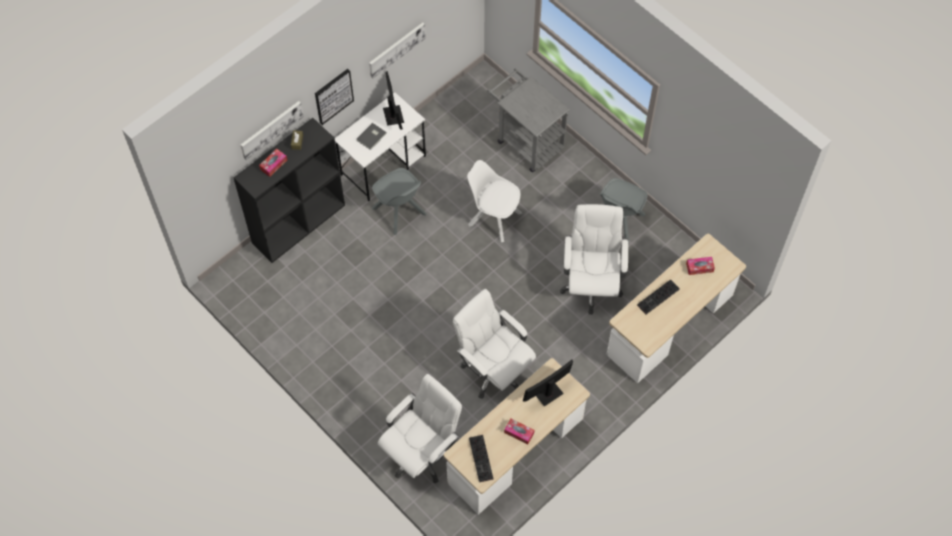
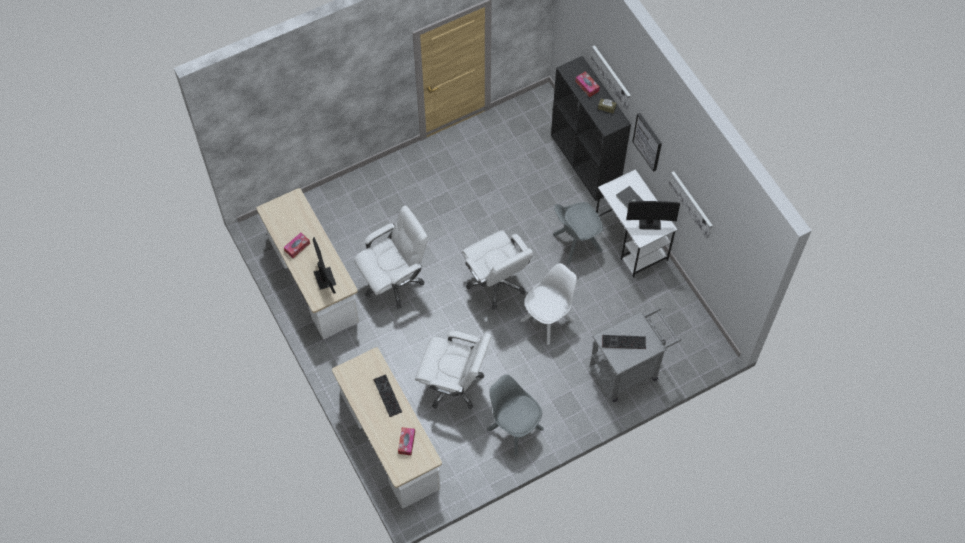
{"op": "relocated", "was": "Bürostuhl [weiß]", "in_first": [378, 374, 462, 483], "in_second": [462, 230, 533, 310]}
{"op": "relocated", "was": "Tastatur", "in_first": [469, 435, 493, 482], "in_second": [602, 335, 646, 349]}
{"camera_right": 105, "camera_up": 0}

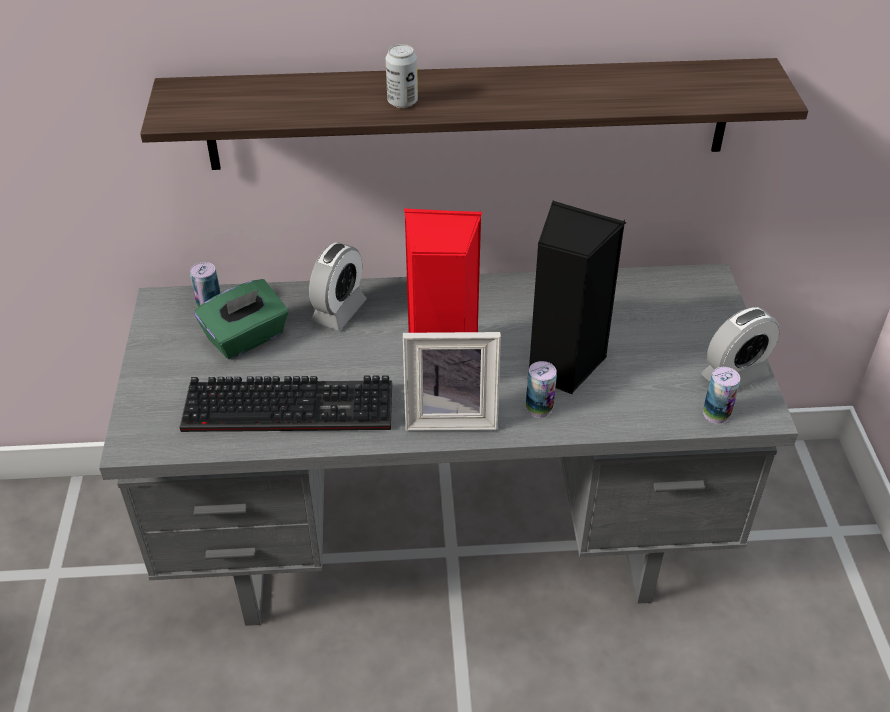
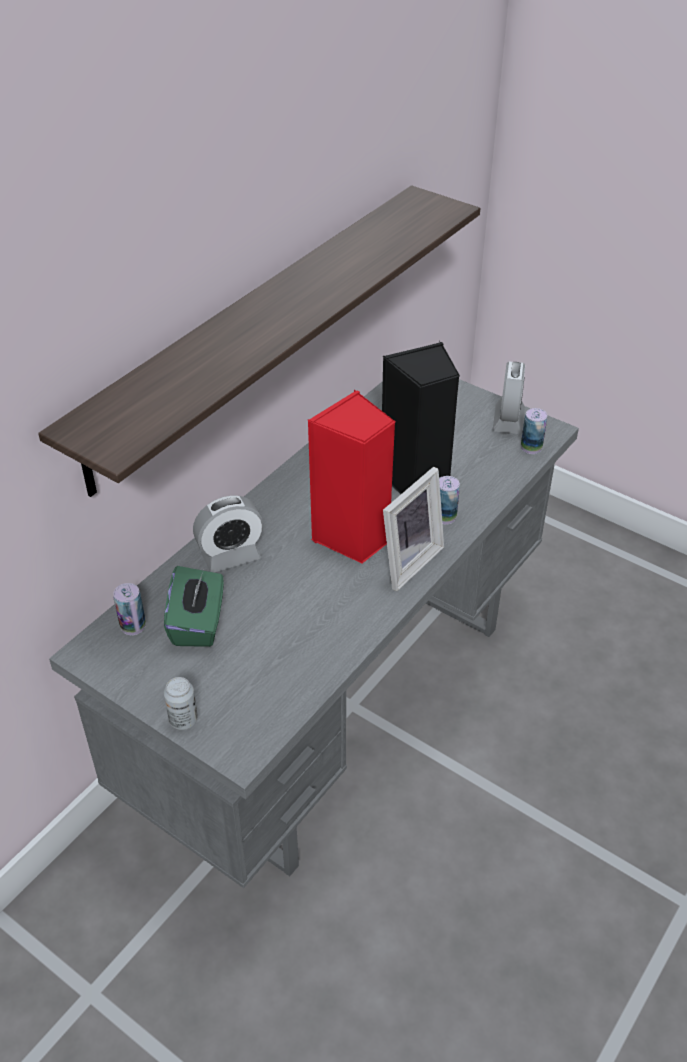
{"op": "missing", "was": "Tastatur", "in_first": [179, 375, 392, 432]}
{"op": "relocated", "was": "Dose", "in_first": [386, 44, 418, 108], "in_second": [164, 677, 198, 730]}
{"op": "spun", "was": "Wecker", "in_first": [309, 242, 367, 330], "in_second": [193, 495, 263, 573], "clockwise": 90}
{"camera_right": -50, "camera_up": 0}

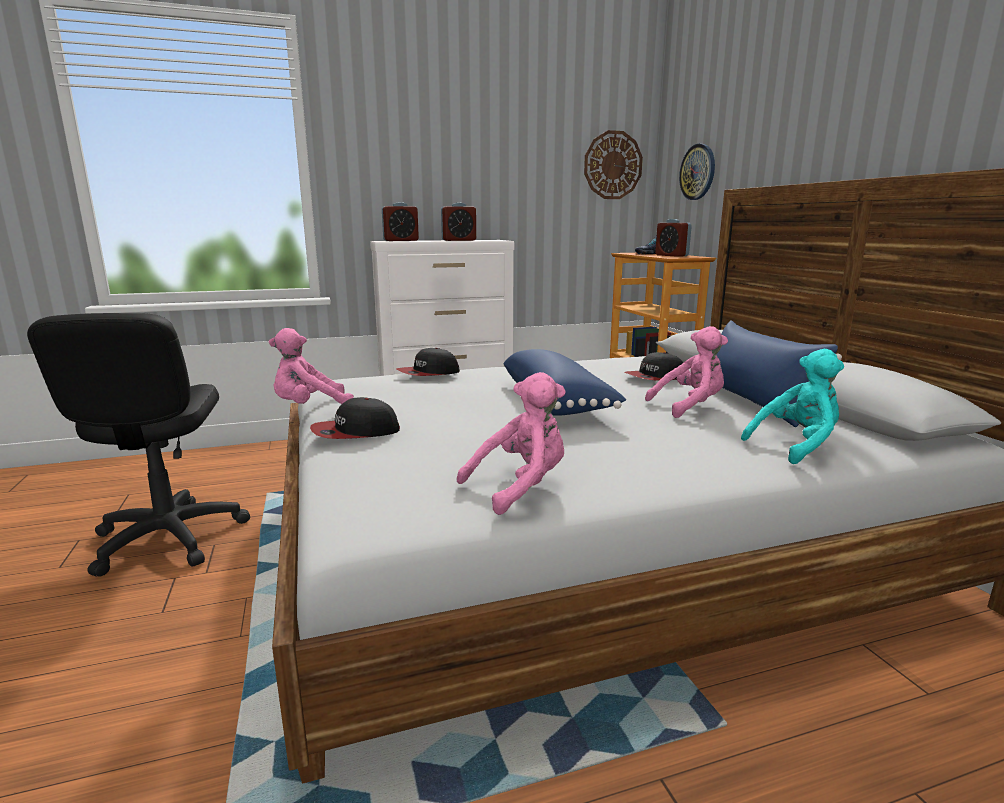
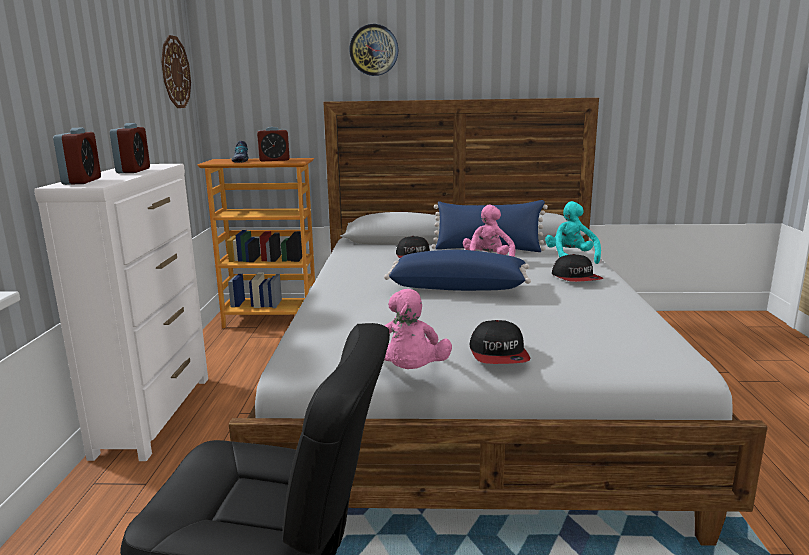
{"op": "missing", "was": "Plüschtier [rosa]", "in_first": [457, 372, 566, 515]}
{"op": "relocated", "was": "Kappe", "in_first": [397, 348, 460, 376], "in_second": [552, 254, 604, 282]}
{"op": "relocated", "was": "Wanduhr", "in_first": [679, 144, 715, 200], "in_second": [349, 24, 398, 76]}
{"camera_right": -70, "camera_up": 0}

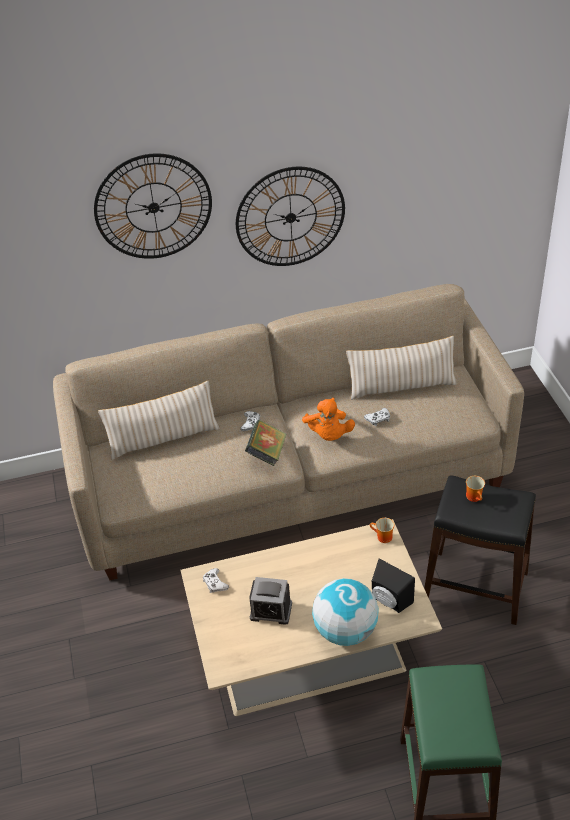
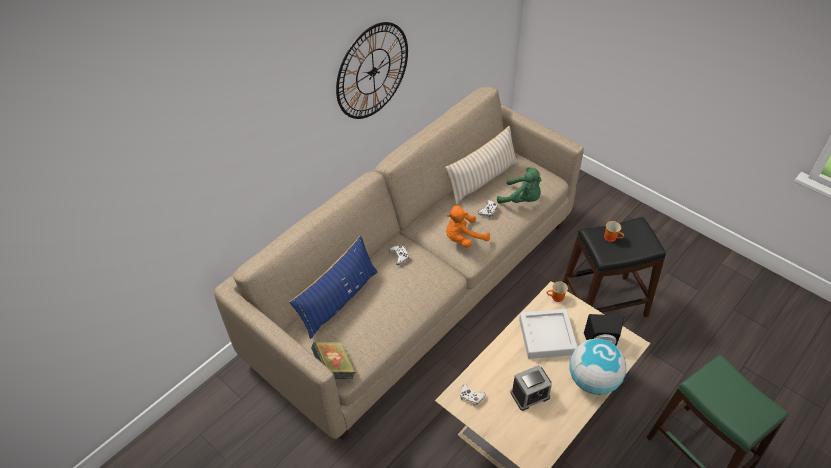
{"op": "missing", "was": "Wanduhr", "in_first": [94, 153, 212, 259]}
{"op": "appeared", "now": "Plüschtier [grün]", "in_second": [497, 167, 541, 203]}
{"op": "appeared", "now": "Tablett [grau]", "in_second": [519, 309, 577, 359]}
{"op": "relocated", "was": "Buch", "in_first": [245, 420, 286, 466], "in_second": [311, 342, 356, 379]}
{"op": "colour", "was": "Kissen [beige]", "now": "Kissen [blau]", "in_first": [98, 381, 220, 460], "in_second": [290, 235, 377, 339]}
{"op": "spun", "was": "Plüschtier [orange]", "in_first": [302, 398, 355, 441], "in_second": [446, 205, 490, 248], "clockwise": 105}
{"camera_right": -35, "camera_up": 5}

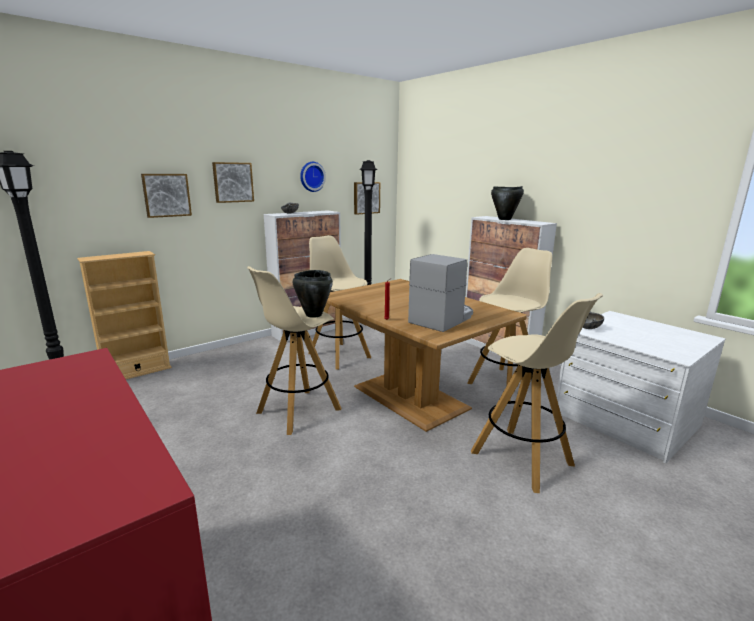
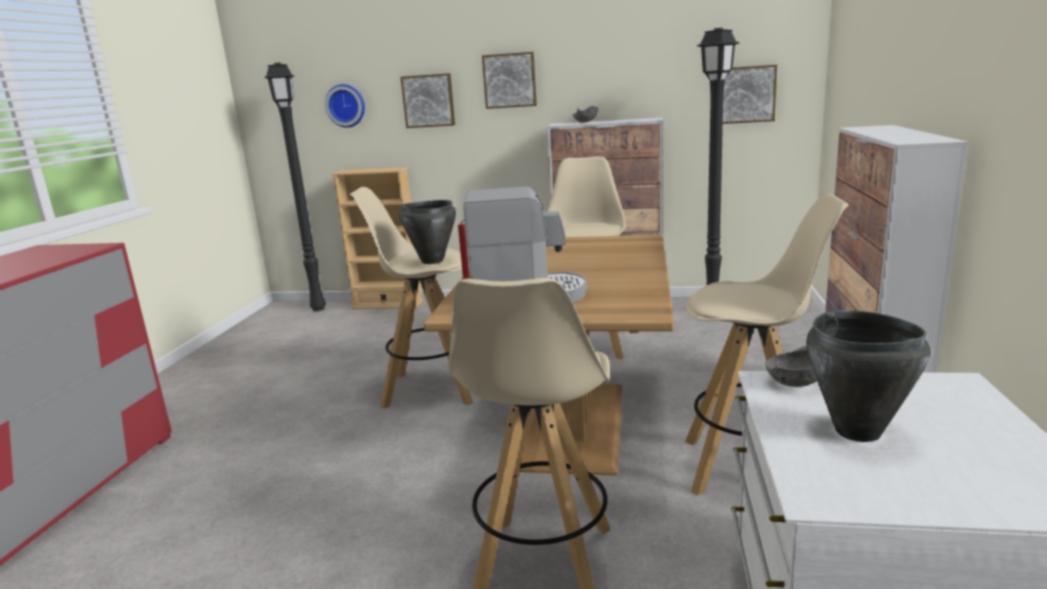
{"op": "relocated", "was": "Wanduhr", "in_first": [300, 162, 326, 192], "in_second": [325, 84, 365, 128]}
{"op": "relocated", "was": "Kochtopf [schwarz]", "in_first": [491, 186, 524, 220], "in_second": [806, 310, 931, 442]}
{"camera_right": 50, "camera_up": 0}

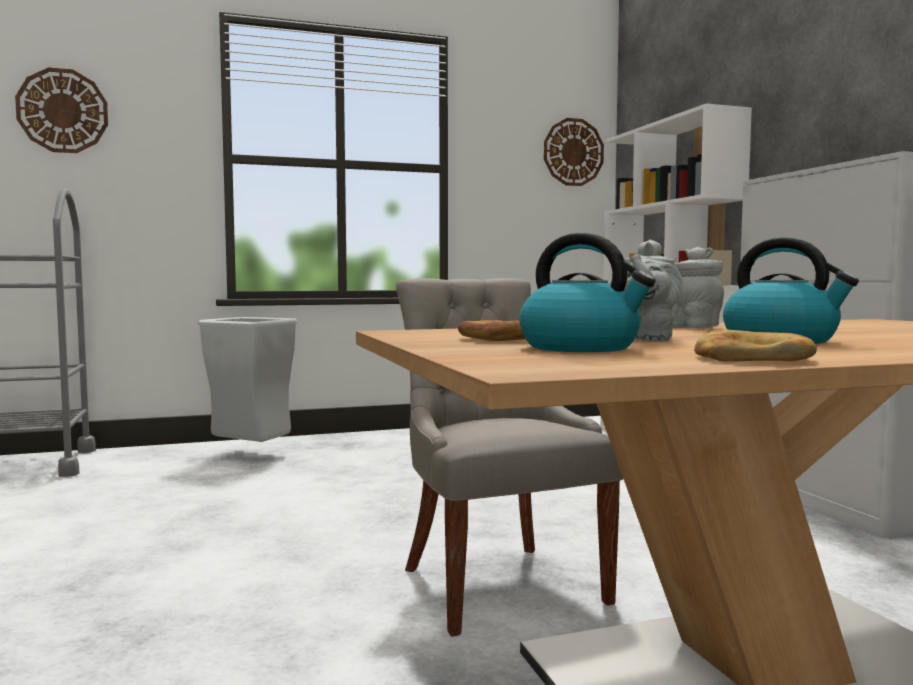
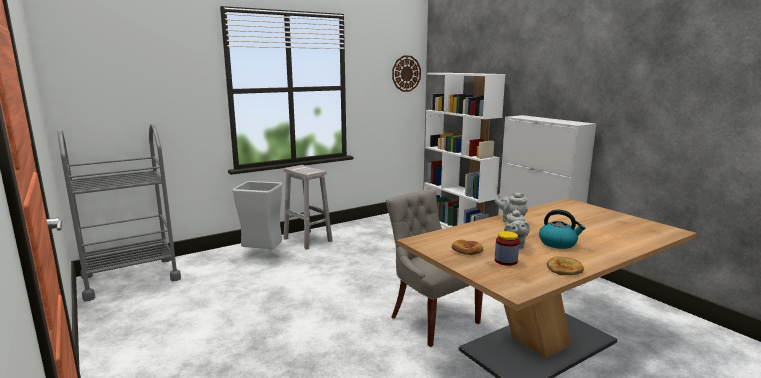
{"op": "missing", "was": "Wanduhr", "in_first": [15, 67, 108, 153]}
{"op": "appeared", "now": "Hocker [weiß]", "in_second": [284, 165, 332, 250]}
{"op": "exchanged", "was": "Wasserkessel", "now": "Vorratsglas", "in_first": [519, 233, 655, 352], "in_second": [495, 231, 519, 266]}
{"camera_right": -15, "camera_up": 10}

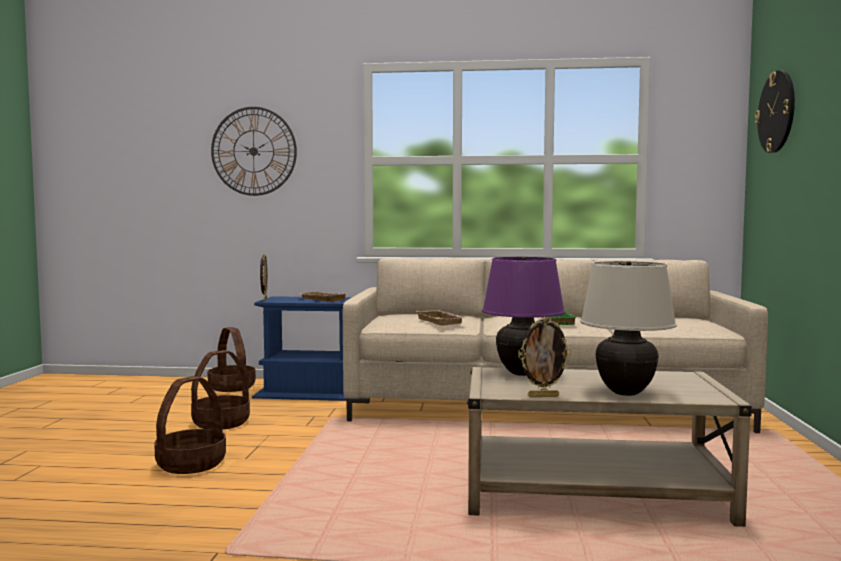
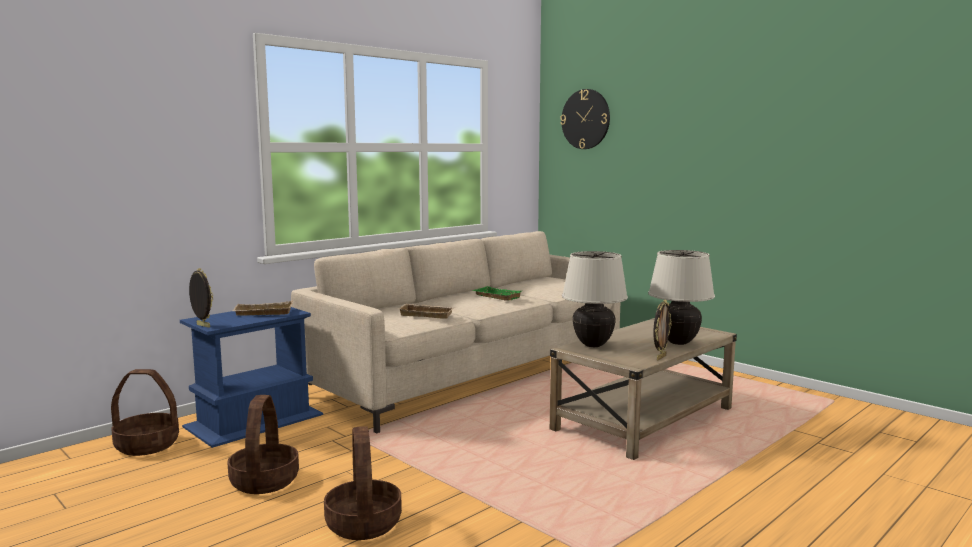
{"op": "missing", "was": "Wanduhr", "in_first": [211, 107, 297, 196]}
{"op": "colour", "was": "Tischlampe [lila]", "now": "Tischlampe [beige]", "in_first": [482, 256, 565, 376], "in_second": [562, 251, 628, 347]}
{"camera_right": -50, "camera_up": 5}

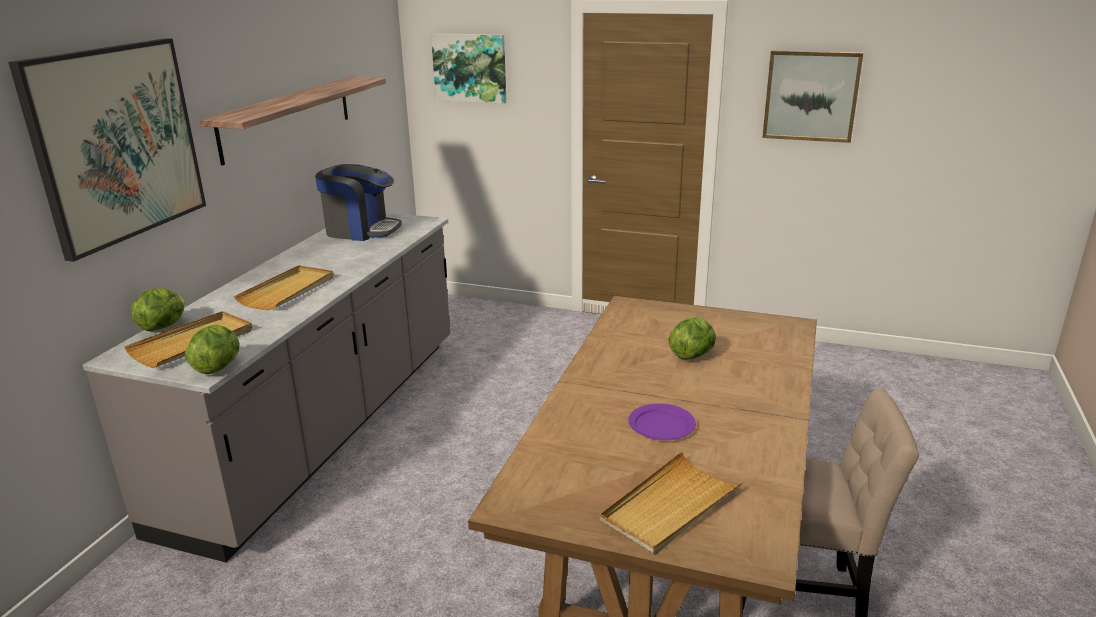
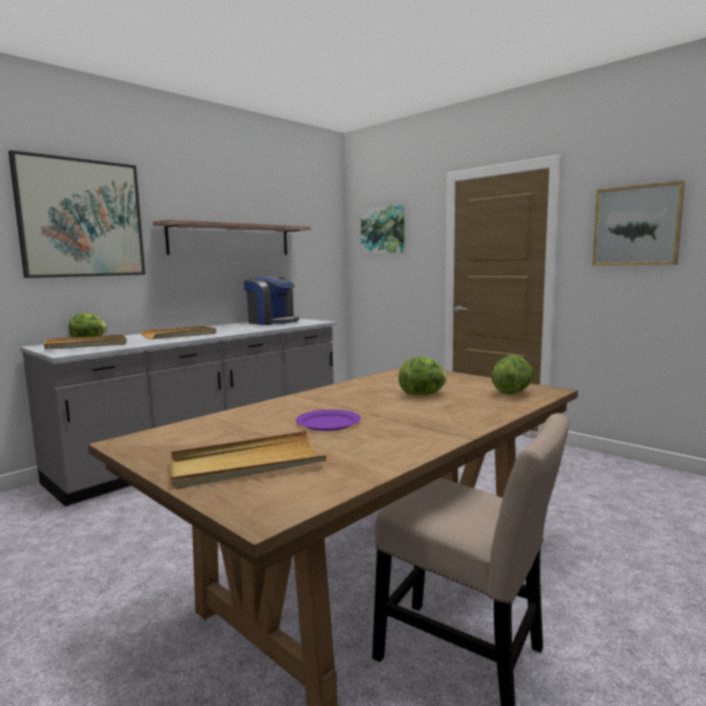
{"op": "relocated", "was": "Salatkopf", "in_first": [185, 325, 240, 374], "in_second": [491, 355, 533, 394]}
{"camera_right": 25, "camera_up": -15}

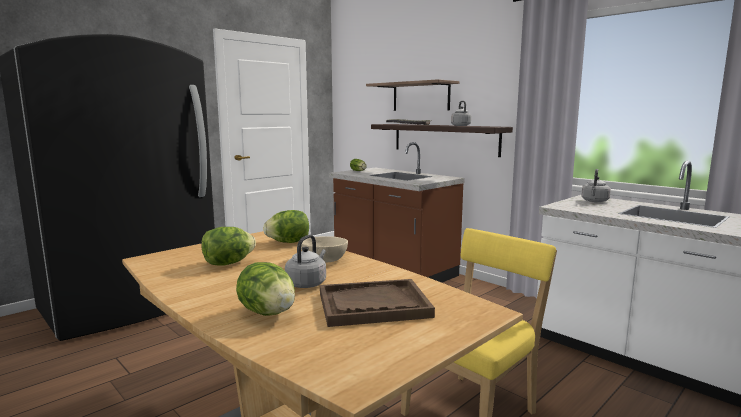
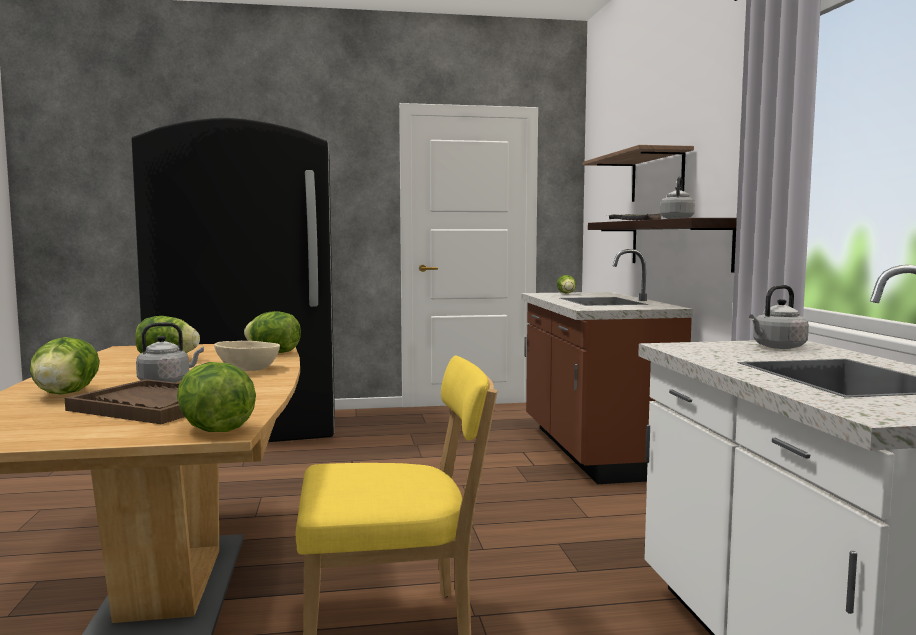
{"op": "appeared", "now": "Salatkopf", "in_second": [177, 362, 256, 432]}
{"camera_right": 35, "camera_up": -5}

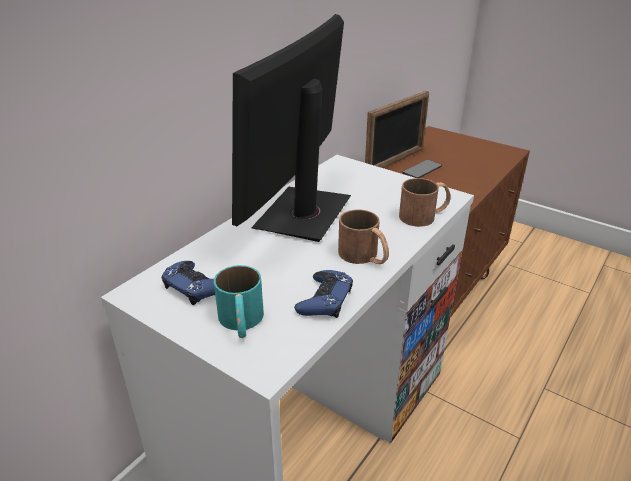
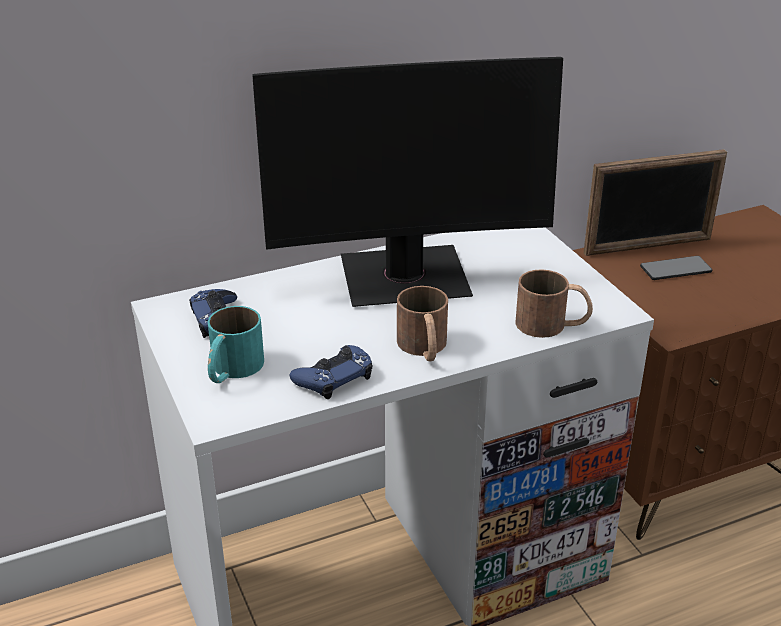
{"op": "spun", "was": "Monitor", "in_first": [232, 14, 351, 242], "in_second": [252, 57, 563, 307], "clockwise": -150}
{"camera_right": 30, "camera_up": 0}

